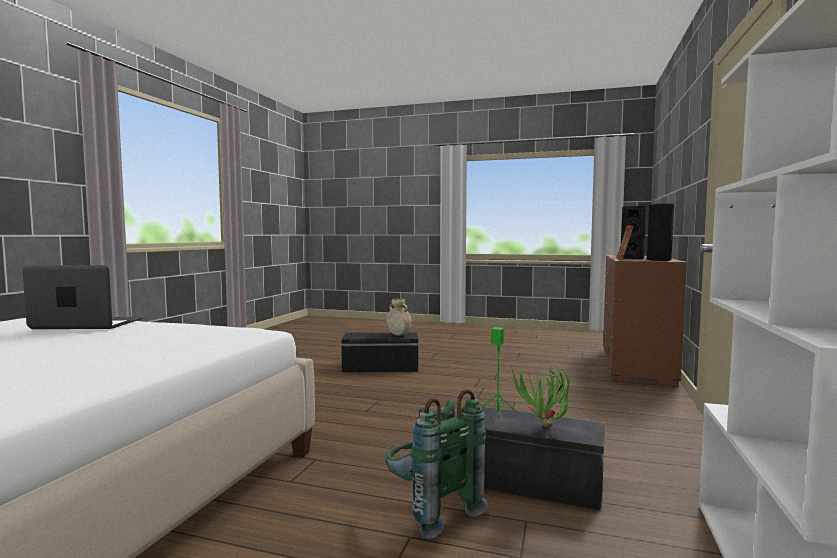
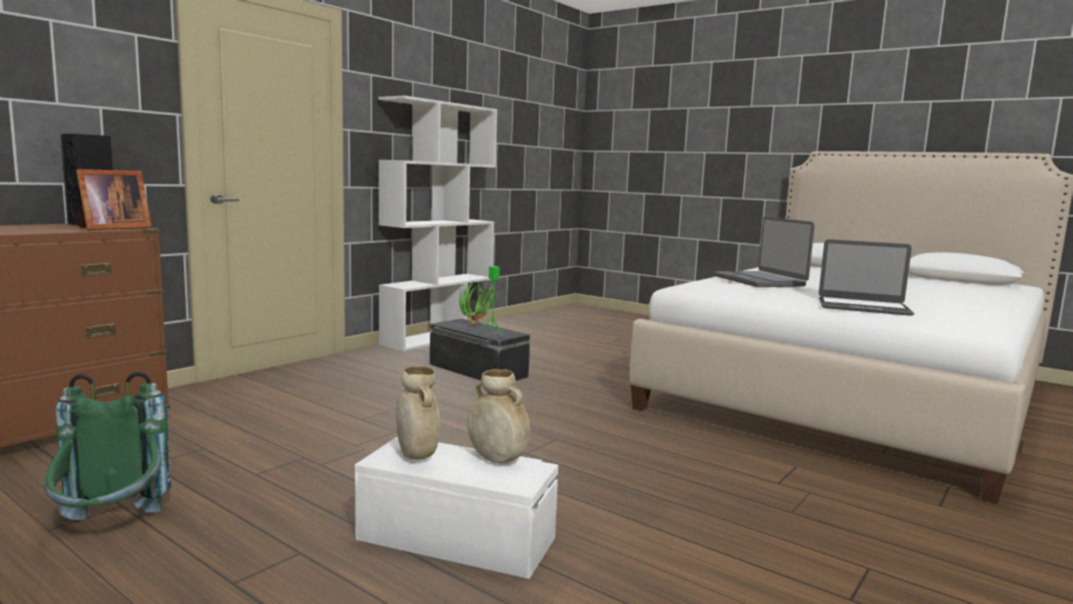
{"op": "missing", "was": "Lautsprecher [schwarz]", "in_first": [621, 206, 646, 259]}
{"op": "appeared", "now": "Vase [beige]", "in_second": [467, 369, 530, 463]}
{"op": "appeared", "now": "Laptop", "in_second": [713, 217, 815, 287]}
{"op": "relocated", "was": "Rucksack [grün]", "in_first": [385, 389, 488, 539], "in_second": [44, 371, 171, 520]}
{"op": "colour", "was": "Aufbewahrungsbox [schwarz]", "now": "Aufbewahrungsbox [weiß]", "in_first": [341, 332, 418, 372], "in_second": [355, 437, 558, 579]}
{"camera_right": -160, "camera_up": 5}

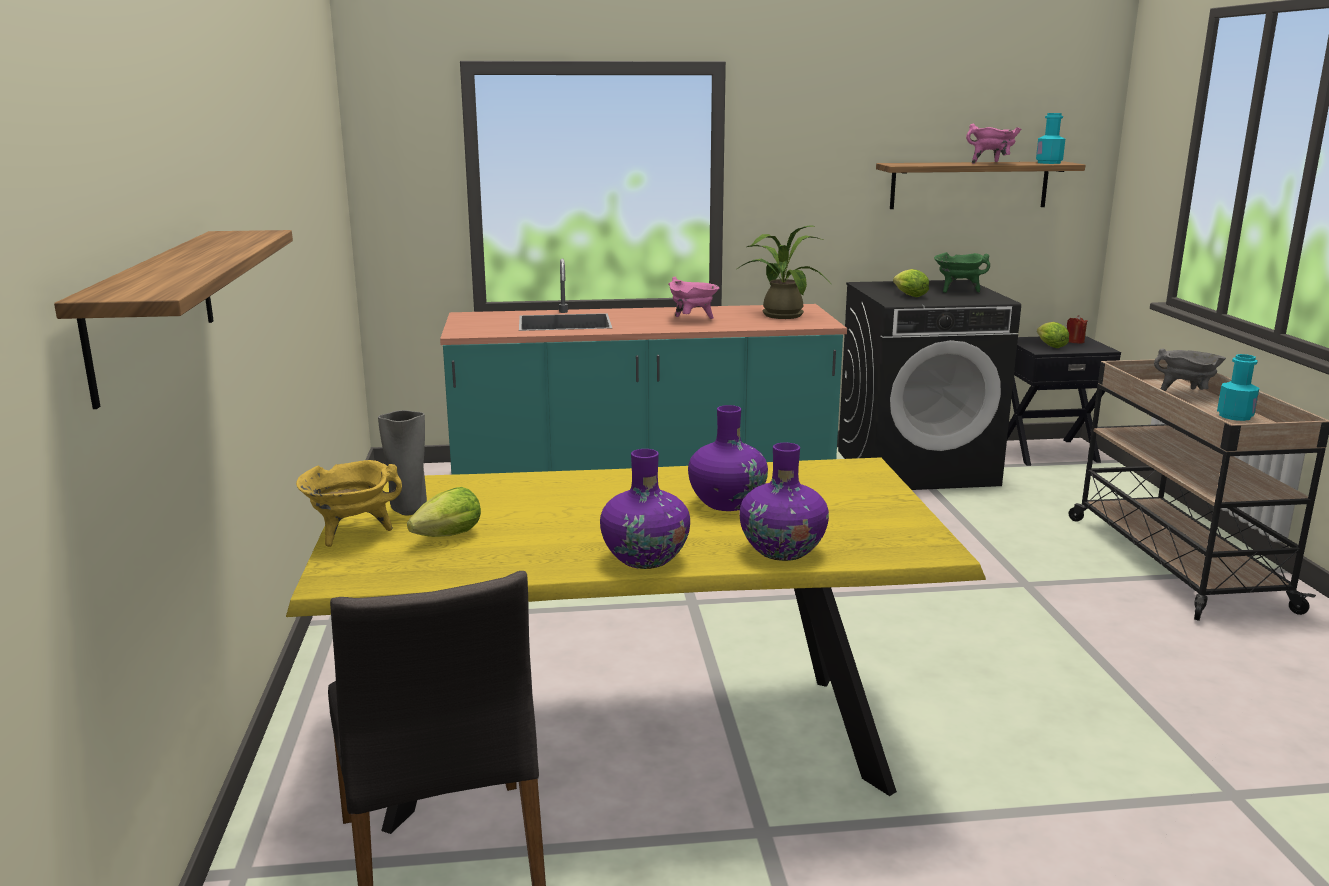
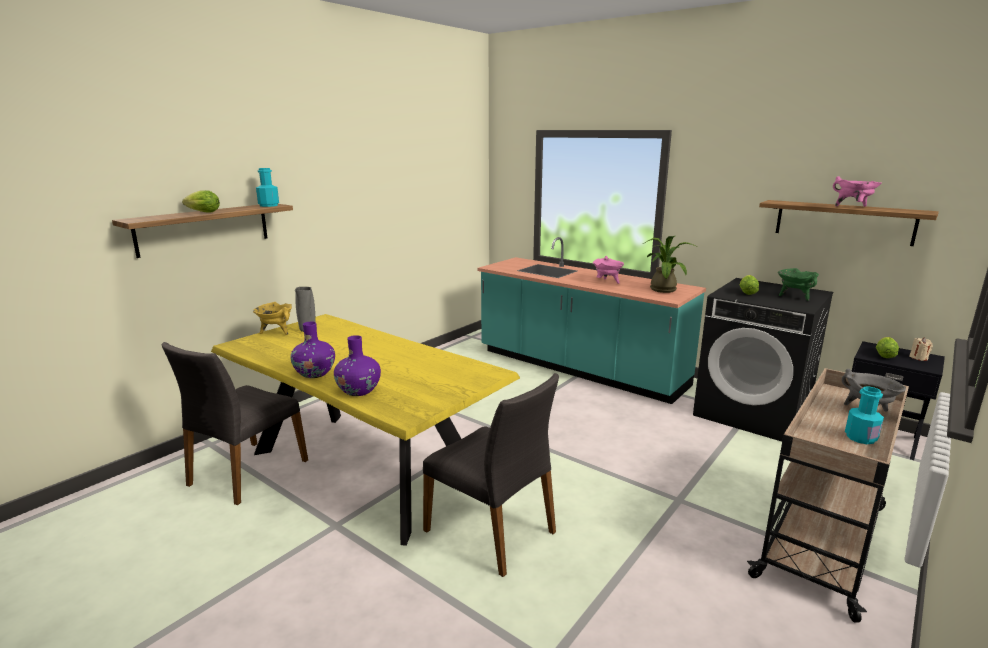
{"op": "missing", "was": "Vase [lila]", "in_first": [688, 405, 768, 511]}
{"op": "appeared", "now": "Stuhl [grau]", "in_second": [423, 373, 559, 577]}
{"op": "relocated", "was": "Salatkopf", "in_first": [407, 487, 481, 537], "in_second": [182, 190, 220, 213]}
{"op": "relocated", "was": "Flasche [türkis]", "in_first": [1036, 113, 1065, 164], "in_second": [256, 168, 279, 207]}
{"op": "colour", "was": "Kerze [rot]", "now": "Kerze [beige]", "in_first": [1067, 315, 1088, 344], "in_second": [910, 337, 933, 361]}
{"camera_right": 45, "camera_up": 0}

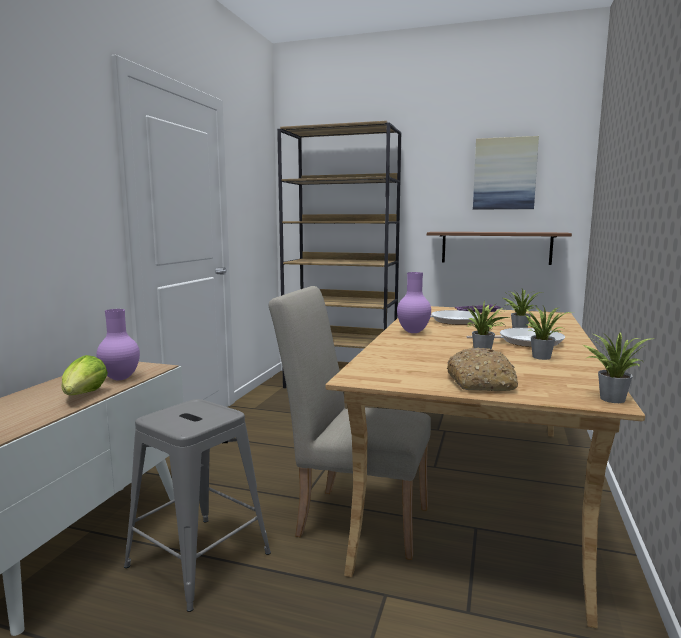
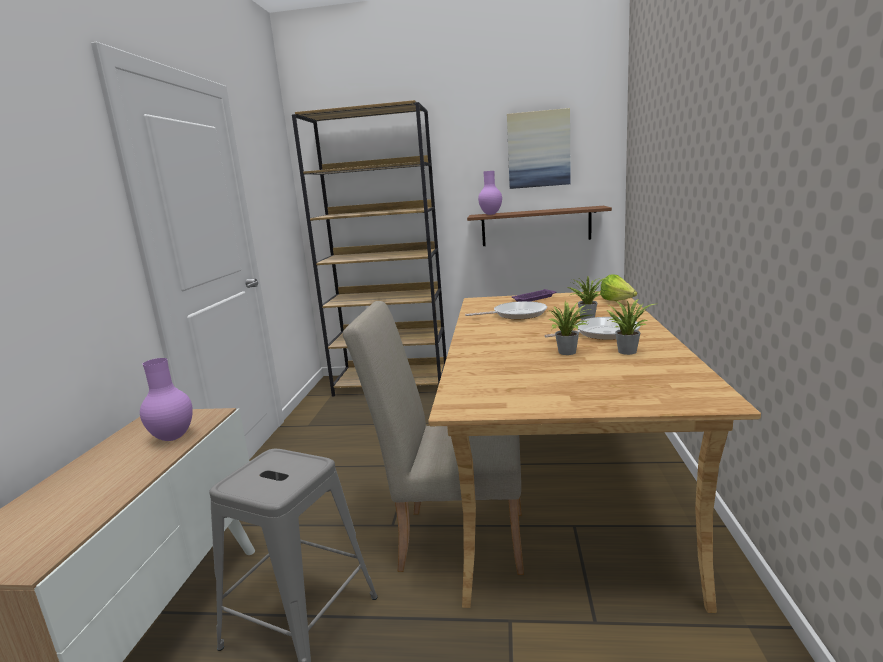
{"op": "missing", "was": "Brot", "in_first": [447, 348, 518, 391]}
{"op": "missing", "was": "Topfpflanze", "in_first": [583, 332, 655, 403]}
{"op": "relocated", "was": "Salatkopf", "in_first": [61, 355, 108, 395], "in_second": [600, 274, 637, 301]}
{"op": "relocated", "was": "Vase [lila]", "in_first": [397, 272, 431, 333], "in_second": [478, 171, 502, 215]}
{"camera_right": -10, "camera_up": 5}

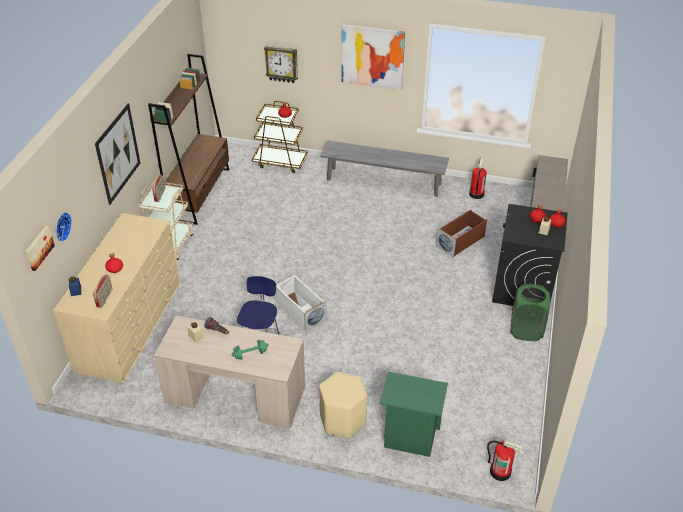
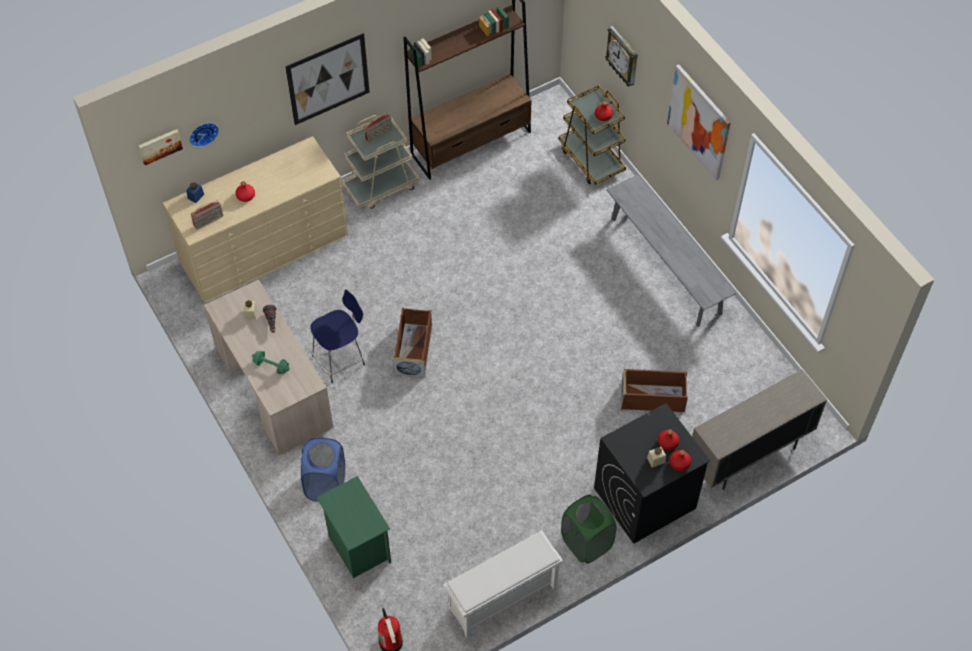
{"op": "missing", "was": "Feuerlöscher", "in_first": [469, 158, 487, 199]}
{"op": "appeared", "now": "Schuhregal [weiß]", "in_second": [443, 530, 563, 638]}
{"op": "exchanged", "was": "Hocker [beige]", "now": "Wäschekorb [blau]", "in_first": [319, 372, 367, 439], "in_second": [301, 438, 345, 502]}
{"op": "colour", "was": "Aufbewahrungsbox [weiß]", "now": "Aufbewahrungsbox [braun]", "in_first": [275, 275, 327, 331], "in_second": [392, 307, 432, 378]}
{"camera_right": 45, "camera_up": 15}

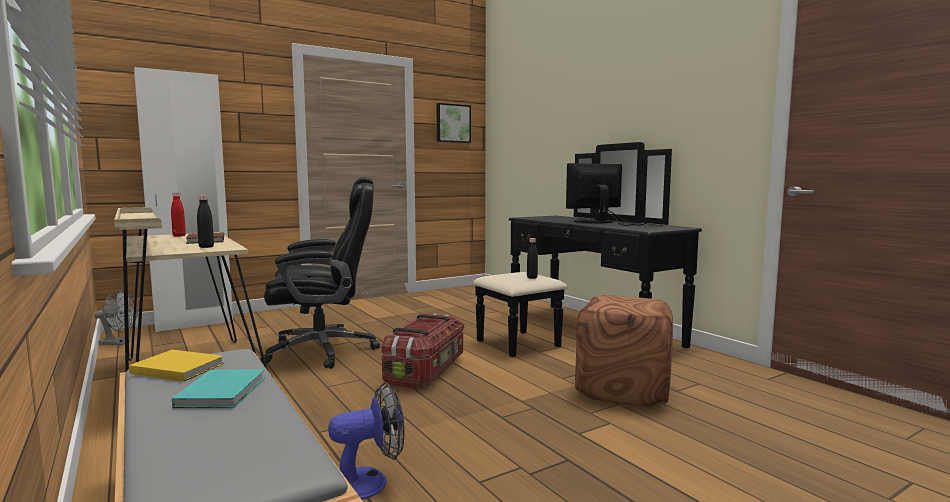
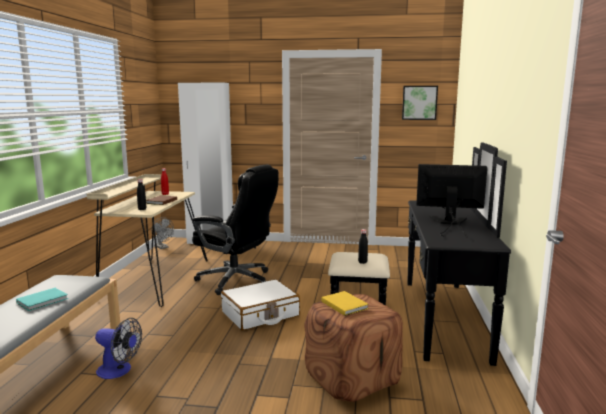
{"op": "relocated", "was": "Buch [gelb]", "in_first": [129, 350, 224, 381], "in_second": [321, 291, 369, 316]}
{"op": "exchanged", "was": "Aufbewahrungsbox", "now": "Koffer [weiß]", "in_first": [382, 313, 464, 389], "in_second": [221, 280, 300, 330]}
{"camera_right": 40, "camera_up": 5}

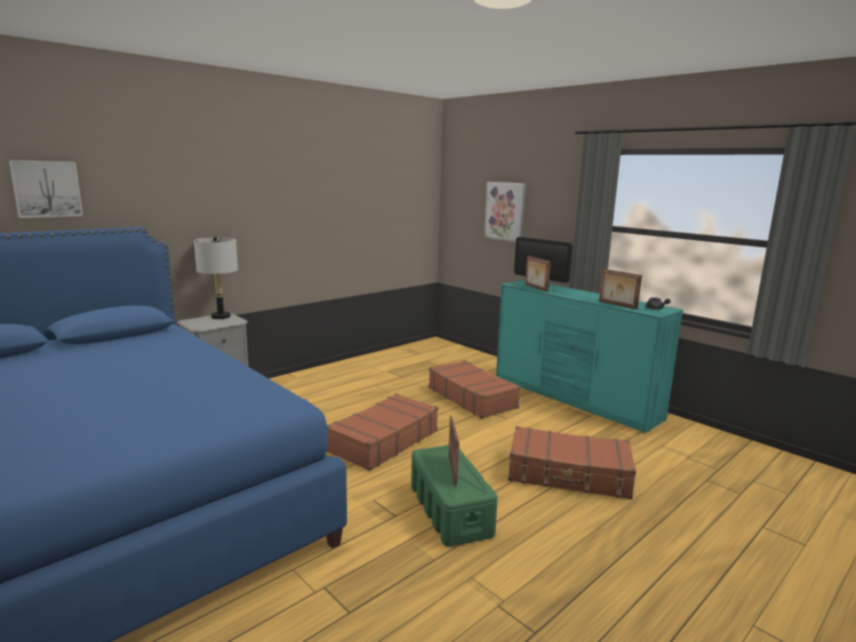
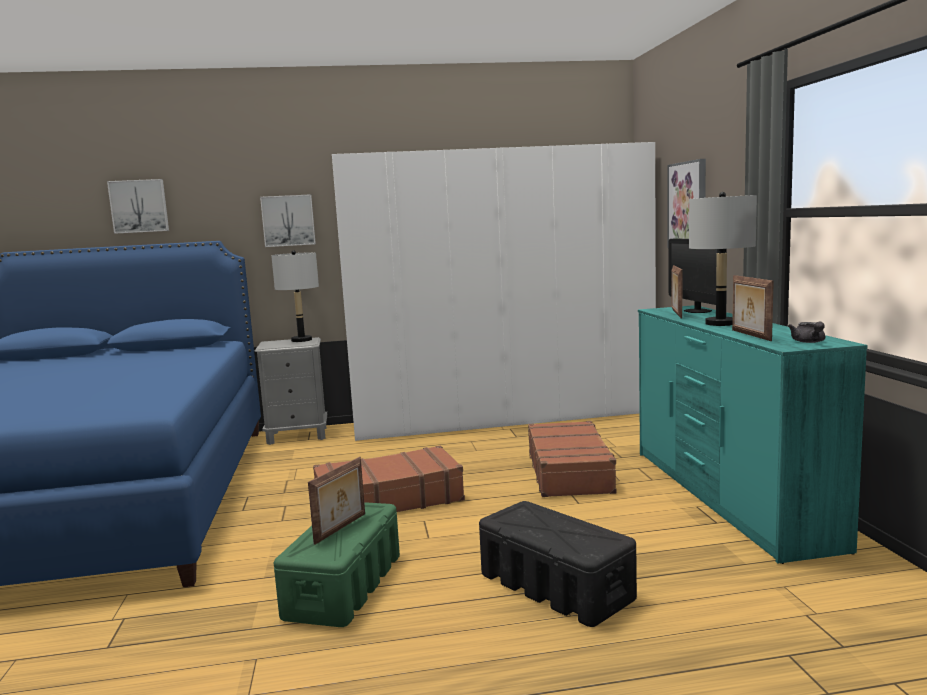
{"op": "appeared", "now": "Bild", "in_second": [260, 194, 316, 247]}
{"op": "appeared", "now": "Kleiderschrank [weiß]", "in_second": [332, 142, 656, 441]}
{"op": "appeared", "now": "Tischlampe [grau]", "in_second": [689, 192, 757, 326]}
{"op": "exchanged", "was": "Koffer [braun]", "now": "Aufbewahrungsbox [schwarz]", "in_first": [508, 426, 636, 499], "in_second": [479, 501, 637, 627]}
{"camera_right": 35, "camera_up": -5}

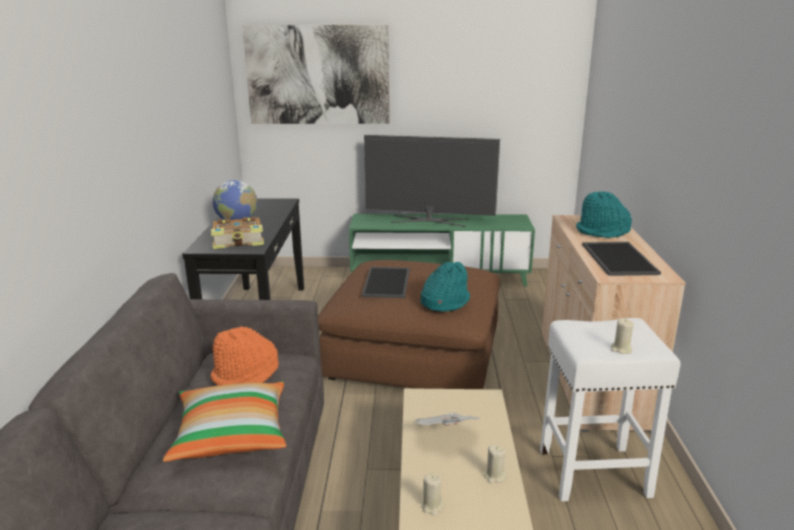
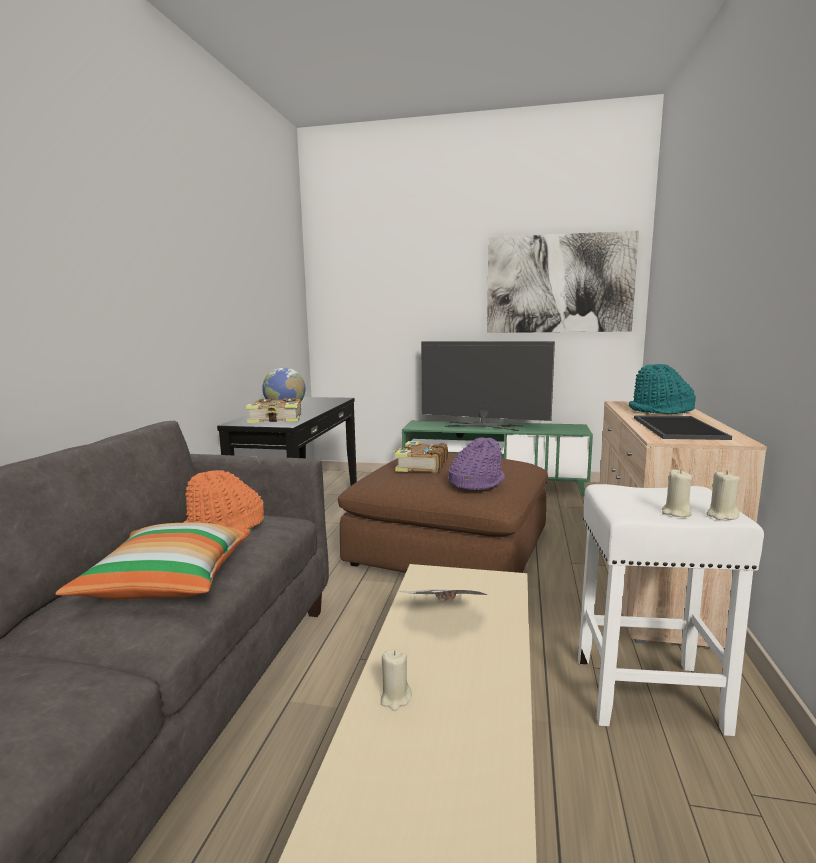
{"op": "relocated", "was": "Bild", "in_first": [242, 25, 390, 124], "in_second": [487, 231, 639, 333]}
{"op": "relocated", "was": "Kerze [beige]", "in_first": [484, 445, 506, 483], "in_second": [707, 471, 740, 520]}
{"op": "exchanged", "was": "Tablett", "now": "Buch", "in_first": [362, 267, 410, 298], "in_second": [393, 441, 448, 473]}
{"op": "colour", "was": "Hut [türkis]", "now": "Hut [lila]", "in_first": [420, 262, 470, 312], "in_second": [448, 437, 505, 490]}
{"camera_right": 10, "camera_up": -10}

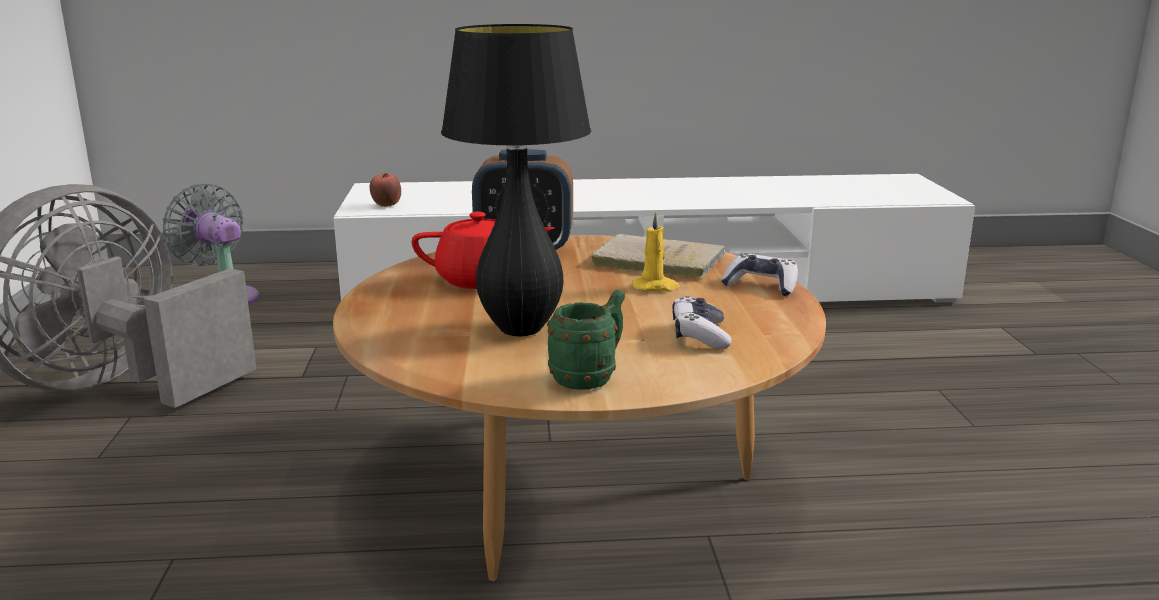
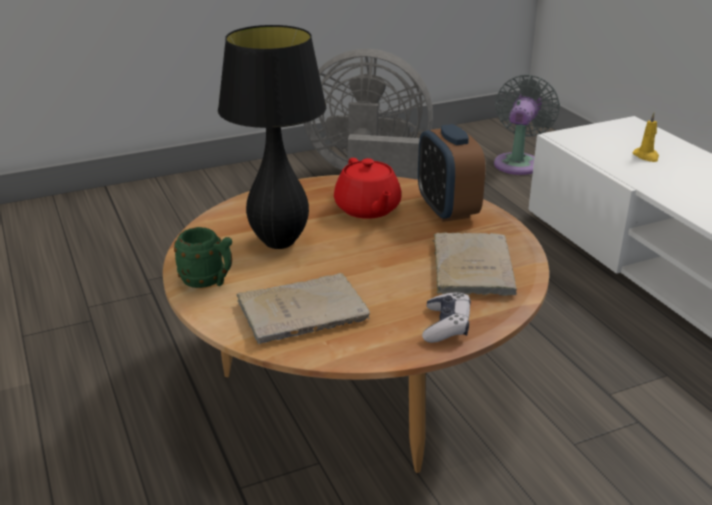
{"op": "missing", "was": "Apfel", "in_first": [370, 173, 401, 207]}
{"op": "relocated", "was": "Kerze [gelb]", "in_first": [632, 212, 679, 291], "in_second": [632, 113, 659, 162]}
{"op": "exchanged", "was": "Gamepad", "now": "Buch [beige]", "in_first": [672, 296, 732, 349], "in_second": [236, 273, 370, 344]}
{"camera_right": 70, "camera_up": 10}

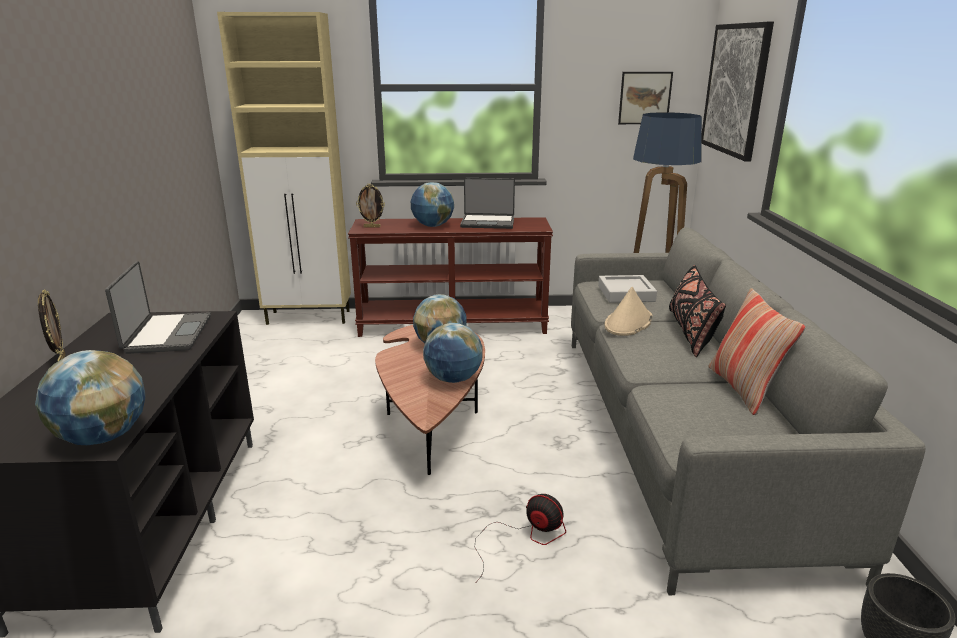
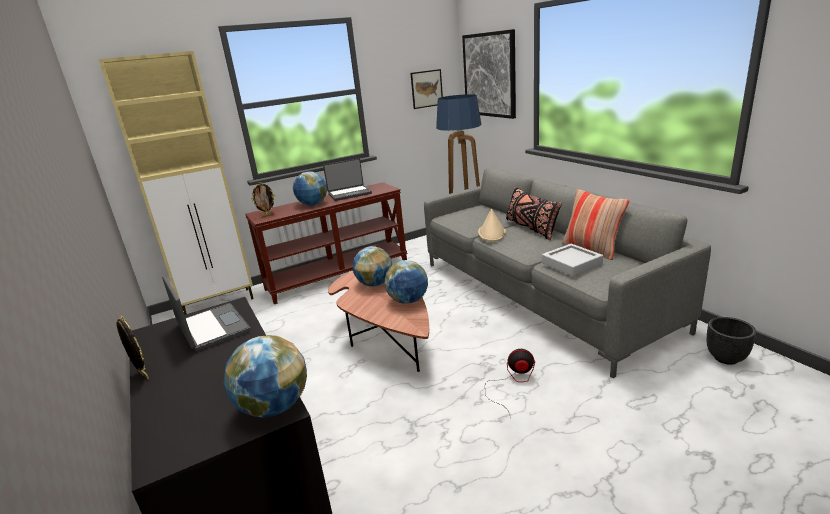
{"op": "relocated", "was": "Tablett [grau]", "in_first": [598, 275, 657, 303], "in_second": [542, 244, 603, 276]}
{"camera_right": -25, "camera_up": 0}

